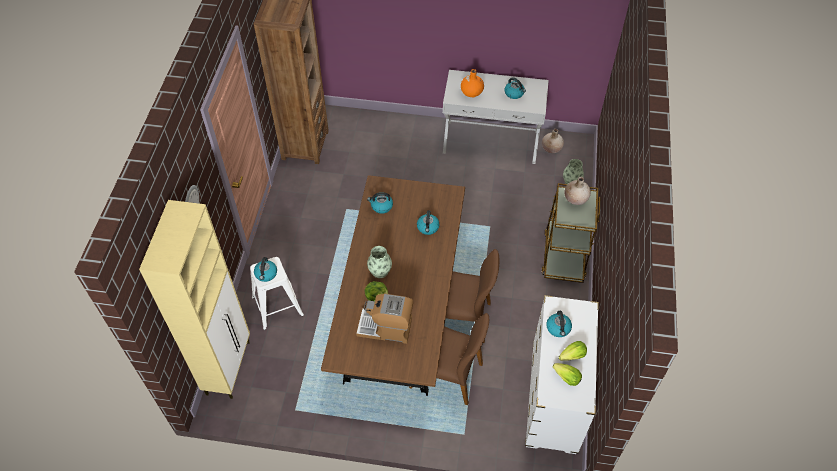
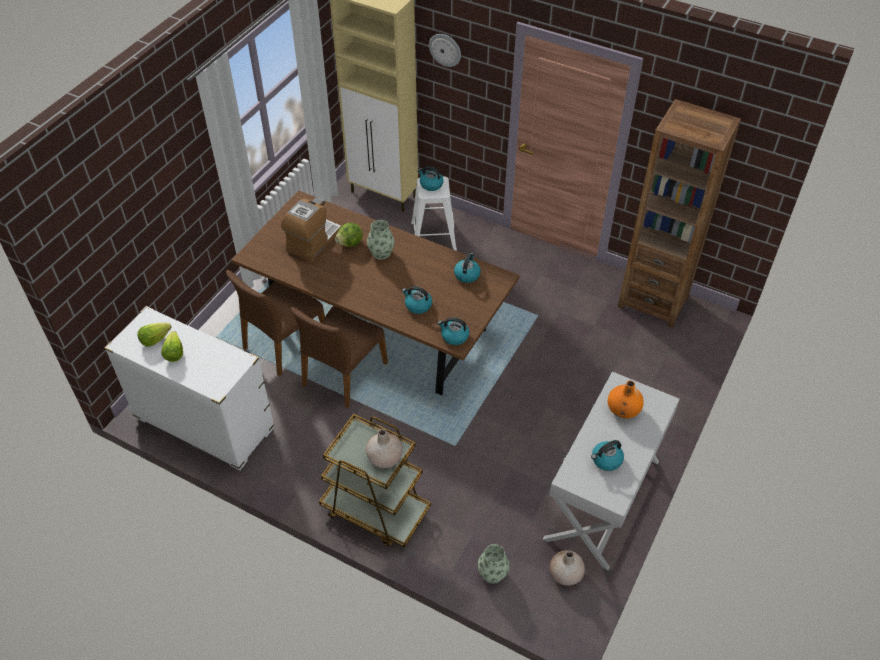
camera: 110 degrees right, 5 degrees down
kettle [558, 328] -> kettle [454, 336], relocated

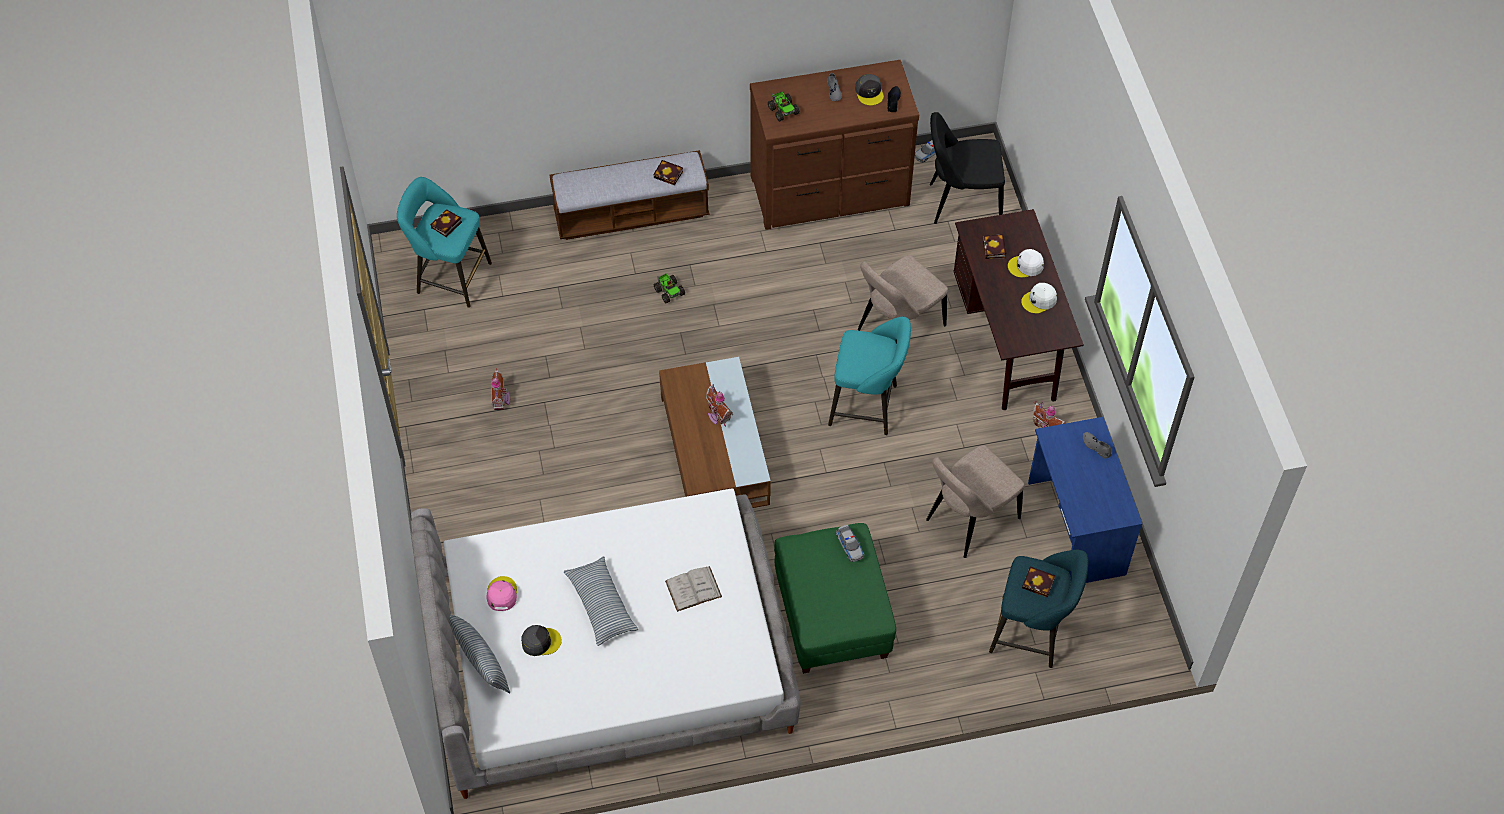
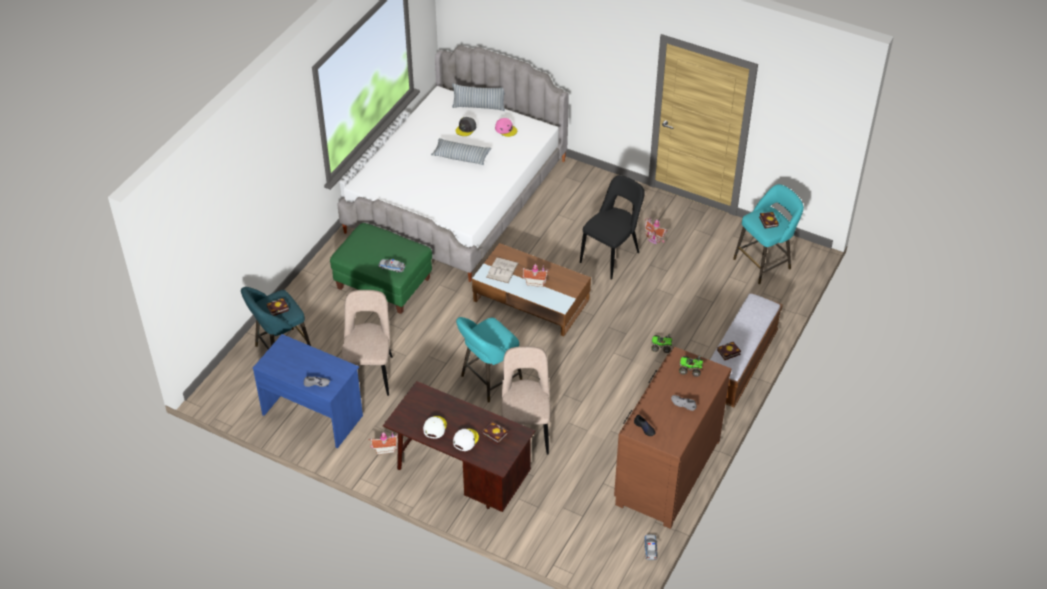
camera: 130 degrees right, 10 degrees down
grey peaked cap [869, 92] -> none
white bound book [693, 589] -> white bound book [502, 270], relocated
blackish upright chair [961, 203] -> blackish upright chair [611, 256], relocated

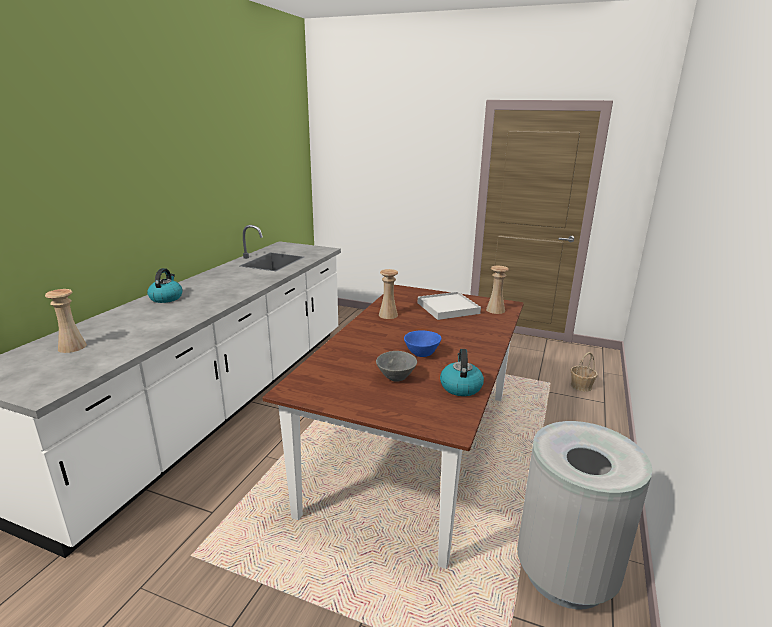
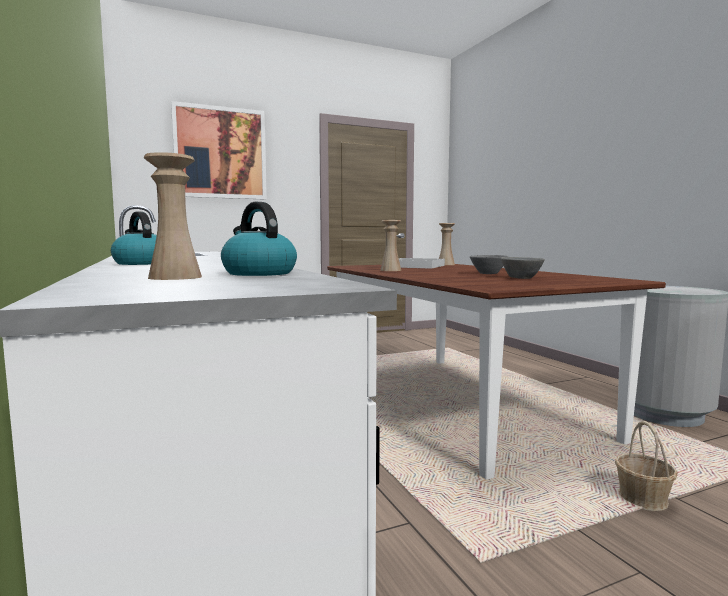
camera: 45 degrees left, 15 degrees down
none -> wall art [220, 153]
kettle [460, 387] -> kettle [258, 273], relocated
basket [581, 386] -> basket [642, 498], relocated
blue bowl [421, 353] -> grey bowl [487, 273]

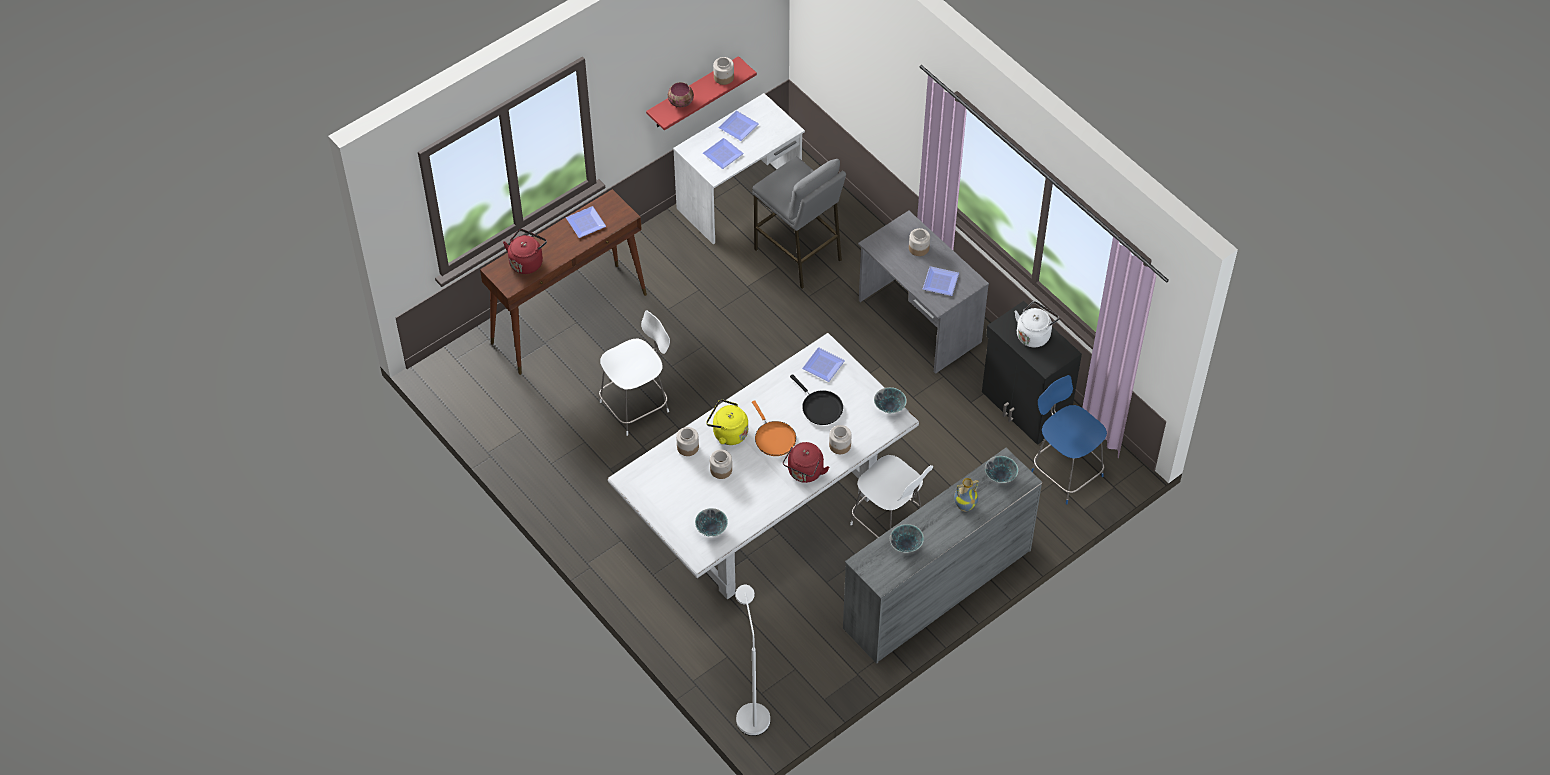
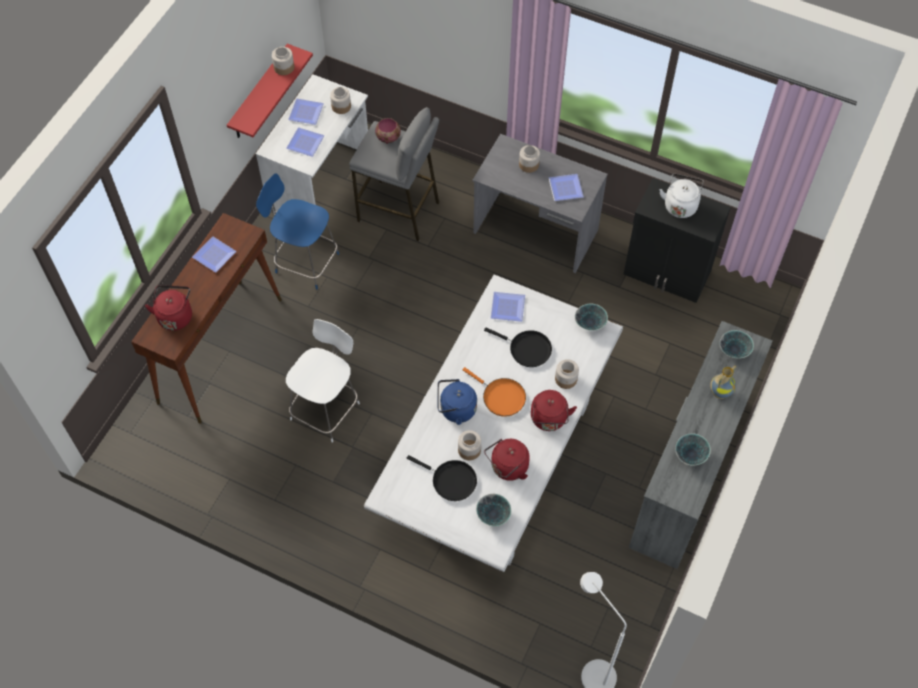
camera: 25 degrees left, 5 degrees up
white upright chair [888, 525] -> none
none -> blackish pan [451, 480]
none -> reddish kettle [507, 468]
bowl [681, 102] -> bowl [388, 137], relocated
storage jar [687, 447] -> storage jar [341, 106], relocated
blue upright chair [1065, 472] -> blue upright chair [305, 262], relocated
yellowish kettle [728, 433] -> blue kettle [455, 410]

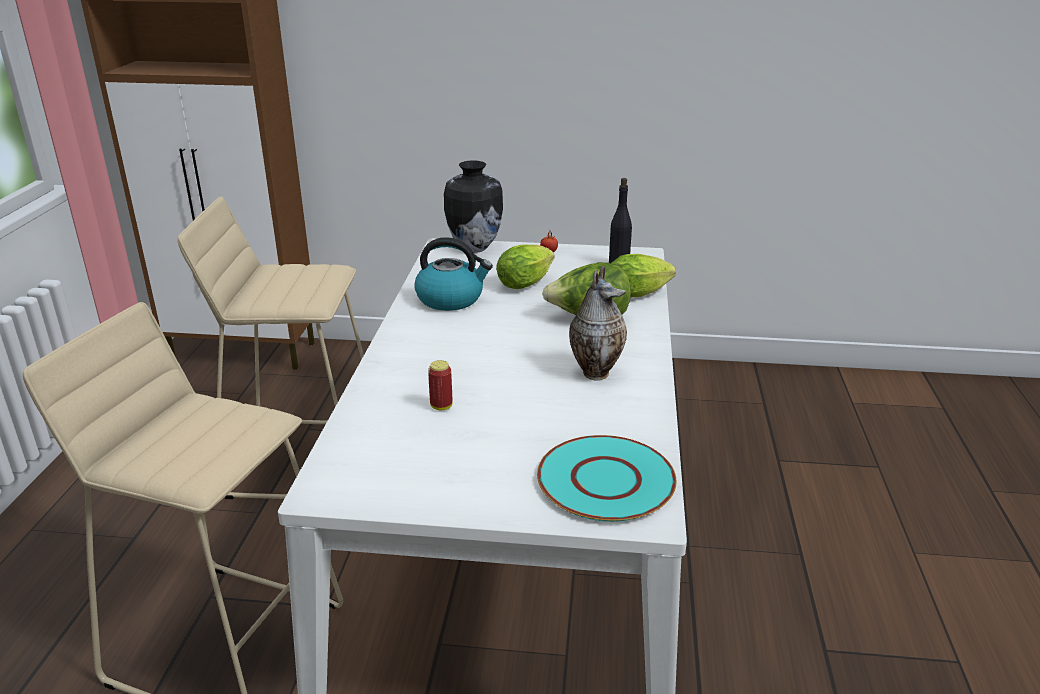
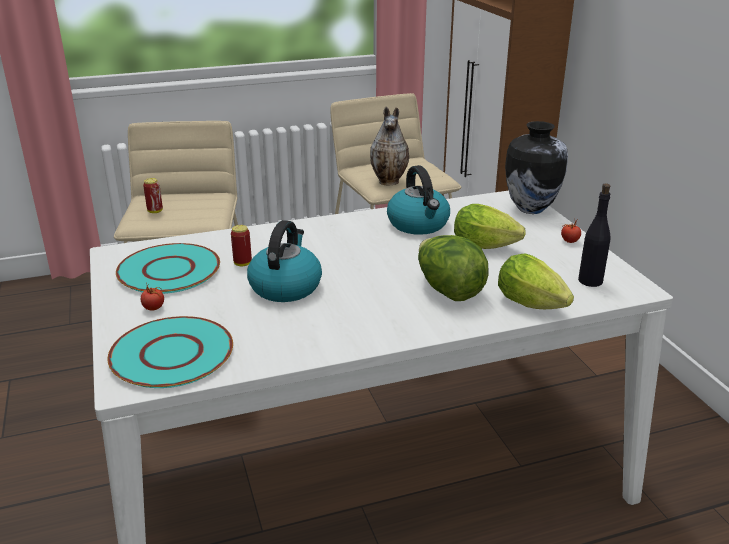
camera: 65 degrees right, 0 degrees up
none -> blue-green plate [169, 270]
none -> fresh tomato [153, 308]
none -> can [155, 211]
none -> kettle [285, 286]
flower vase [596, 371] -> flower vase [390, 181], relocated

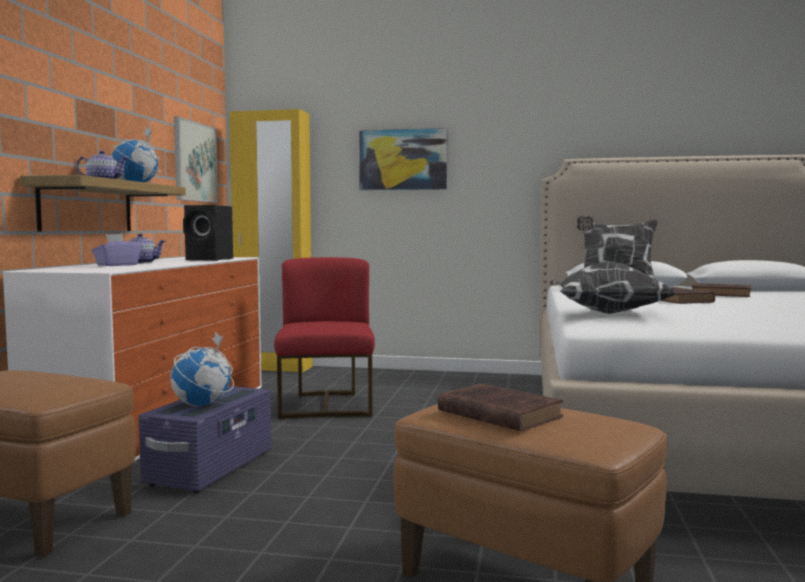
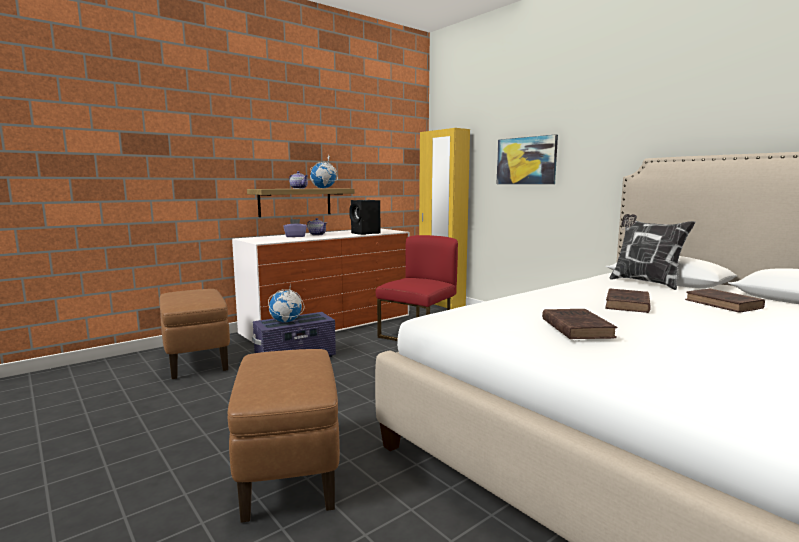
camera: 40 degrees right, 5 degrees up
wall art [195, 162] -> none
cushion [606, 313] -> none
brownish bound book [496, 413] -> brownish bound book [576, 328], relocated

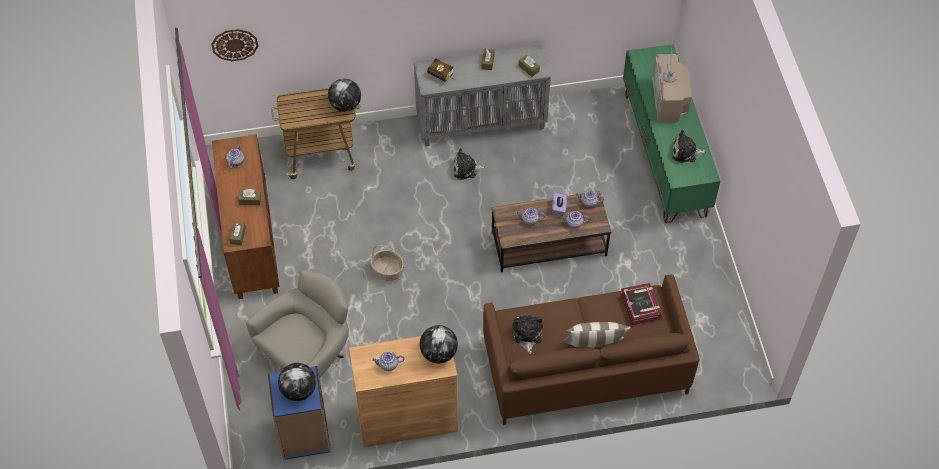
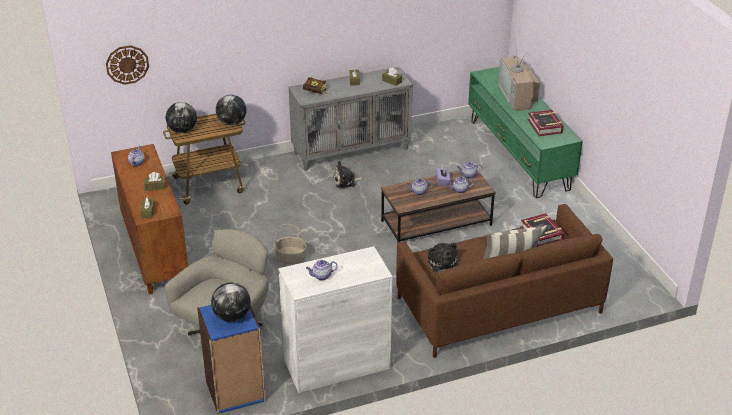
camera: 10 degrees left, 20 degrees down
desk globe [439, 353] -> desk globe [182, 130], relocated
soft toy [686, 152] -> bound book [545, 126]
brownish cupboard [407, 418] -> white cupboard [337, 364]

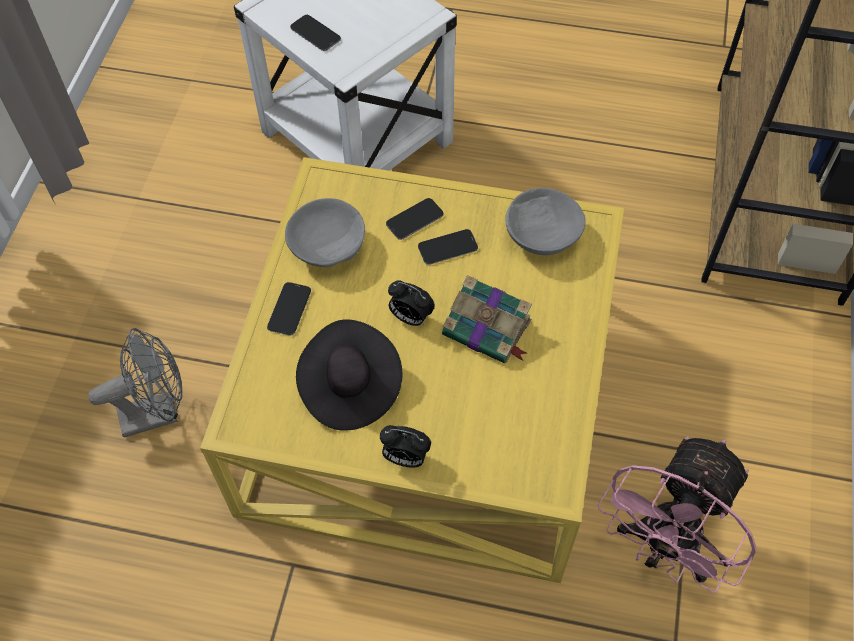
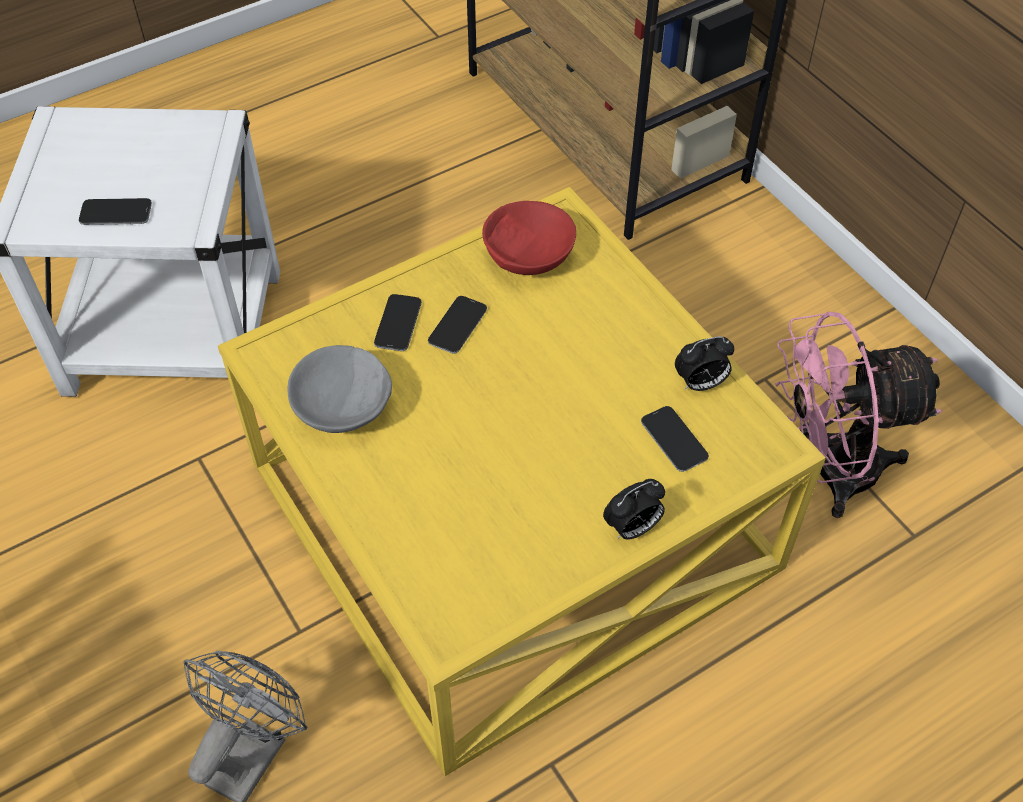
camera: 45 degrees left, 5 degrees down
blackish clothing hat [350, 387] -> none
bound book [488, 329] -> none
handset [289, 309] -> handset [674, 439], relocated
alarm clock [410, 317] -> alarm clock [700, 384], relocated
grey bowl [541, 237] -> reddish bowl [529, 258]
pink fan [663, 548] -> pink fan [828, 471], 90 degrees clockwise

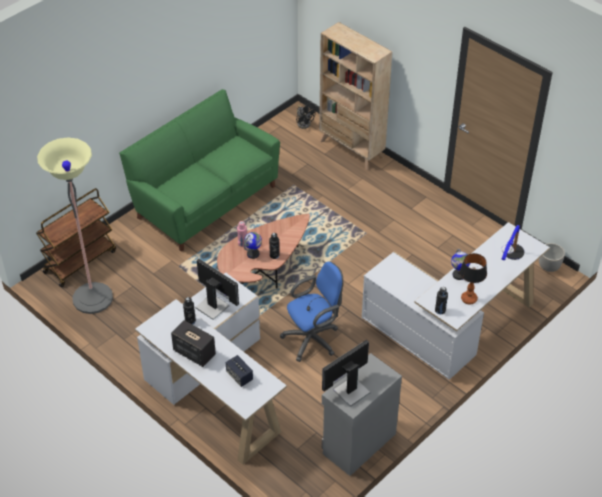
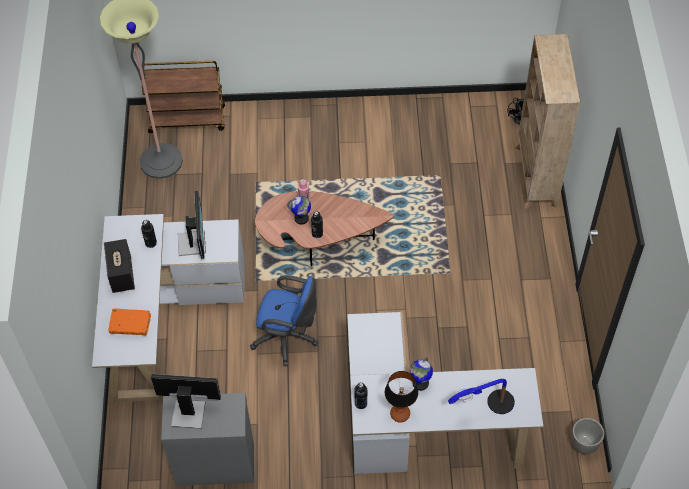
camera: 45 degrees right, 10 degrees up
greenish sofa [205, 201] -> none
audio speaker [239, 376] -> orange bound book [130, 324]

